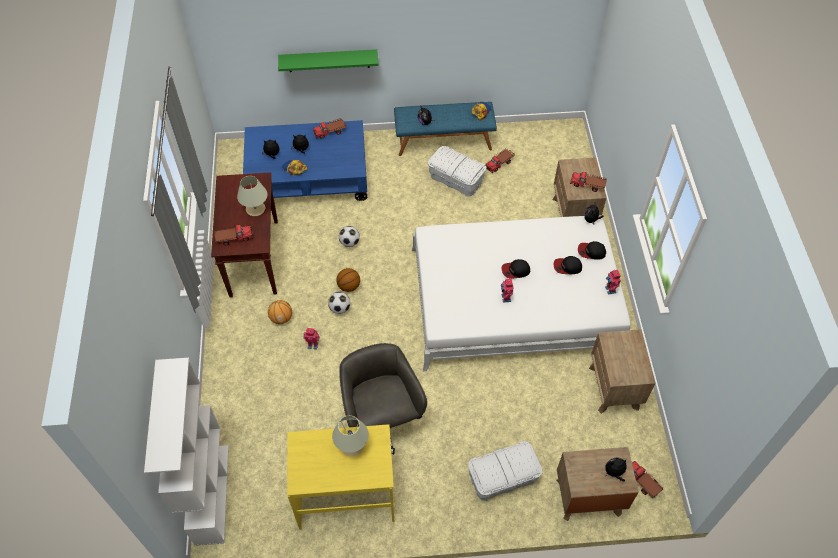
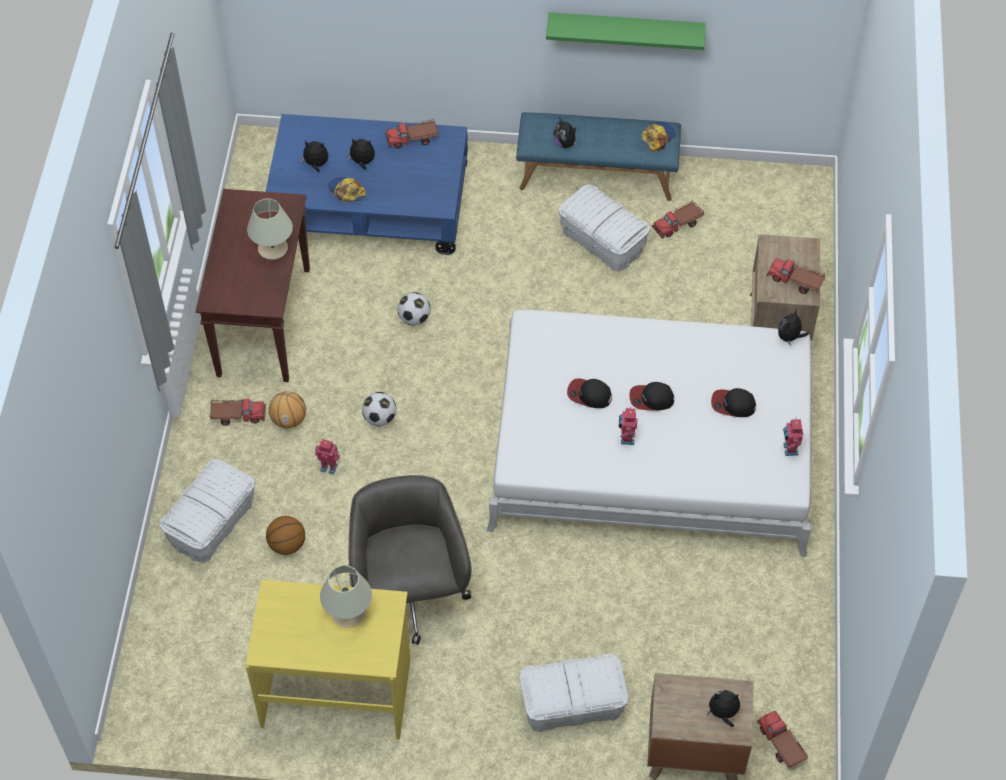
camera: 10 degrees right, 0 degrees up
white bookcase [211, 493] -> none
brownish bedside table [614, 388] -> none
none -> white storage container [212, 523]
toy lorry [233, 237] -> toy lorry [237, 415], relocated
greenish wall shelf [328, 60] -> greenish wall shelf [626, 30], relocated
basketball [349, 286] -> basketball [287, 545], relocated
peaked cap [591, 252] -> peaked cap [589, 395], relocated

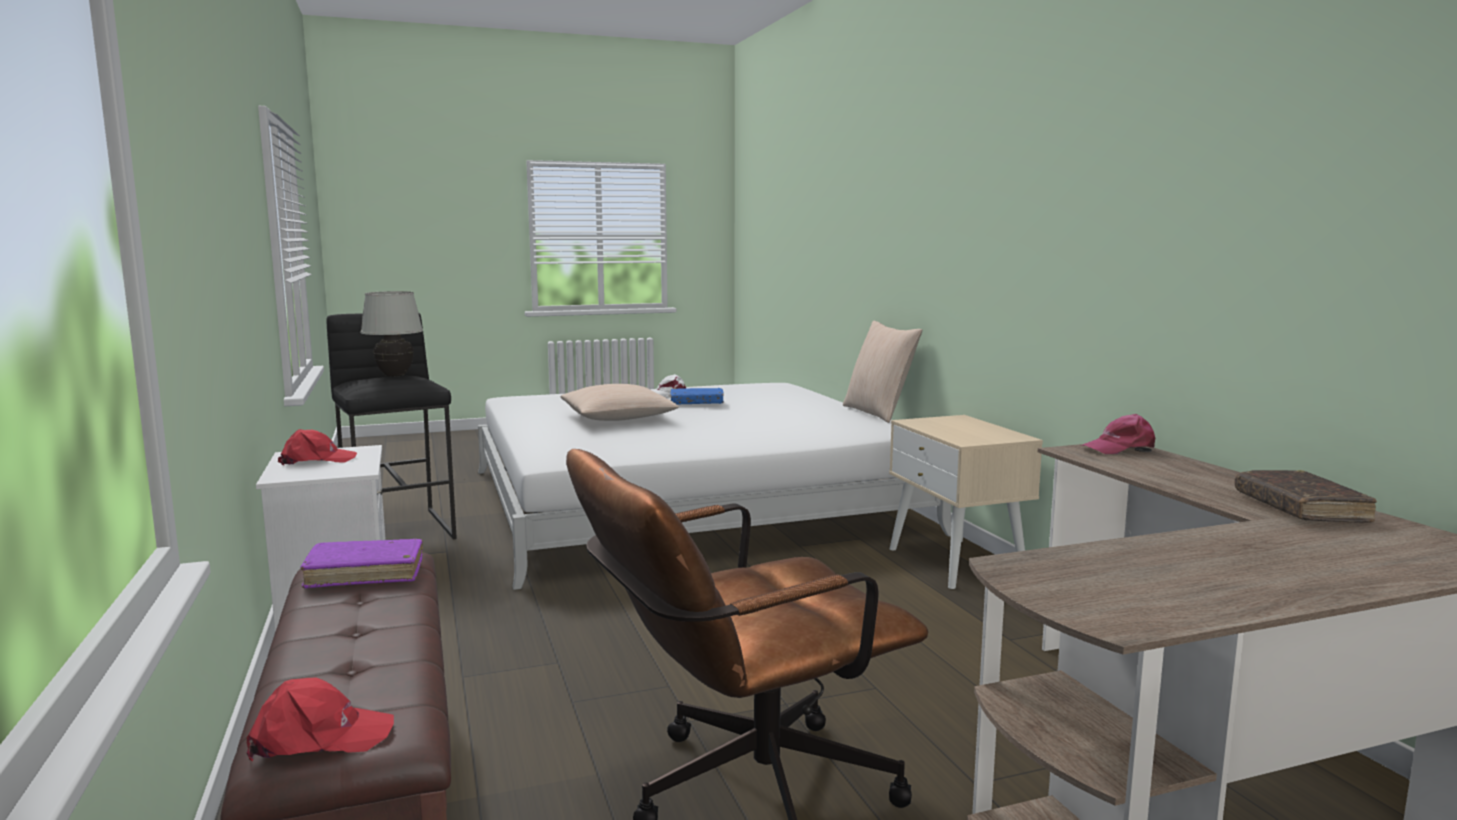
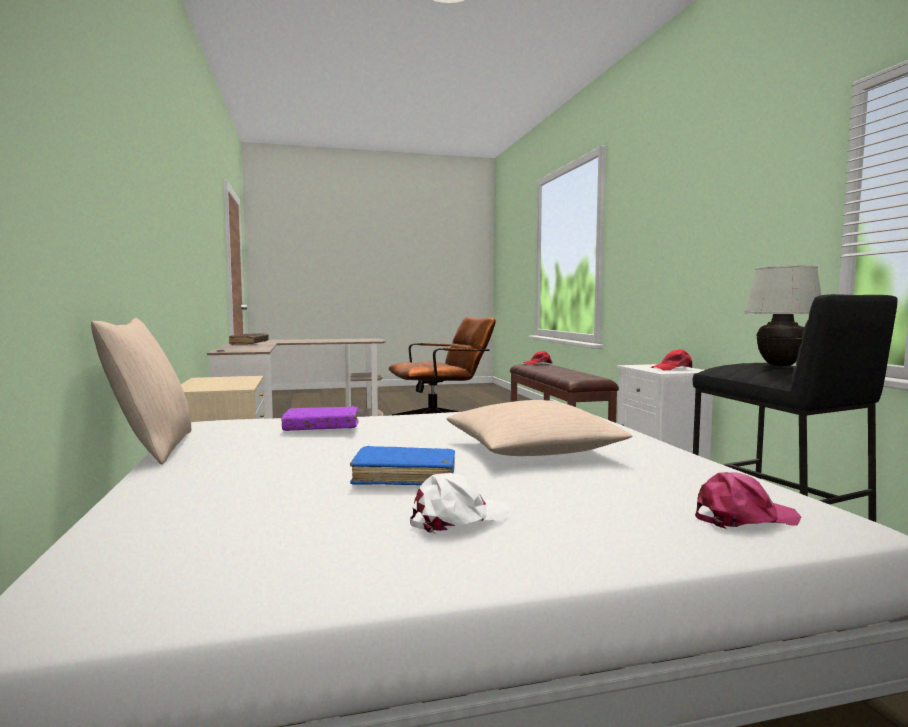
camera: 175 degrees left, 5 degrees down
purplish bound book [365, 574] -> purplish bound book [321, 427], relocated
pink peaked cap [1120, 448] -> pink peaked cap [743, 518], relocated

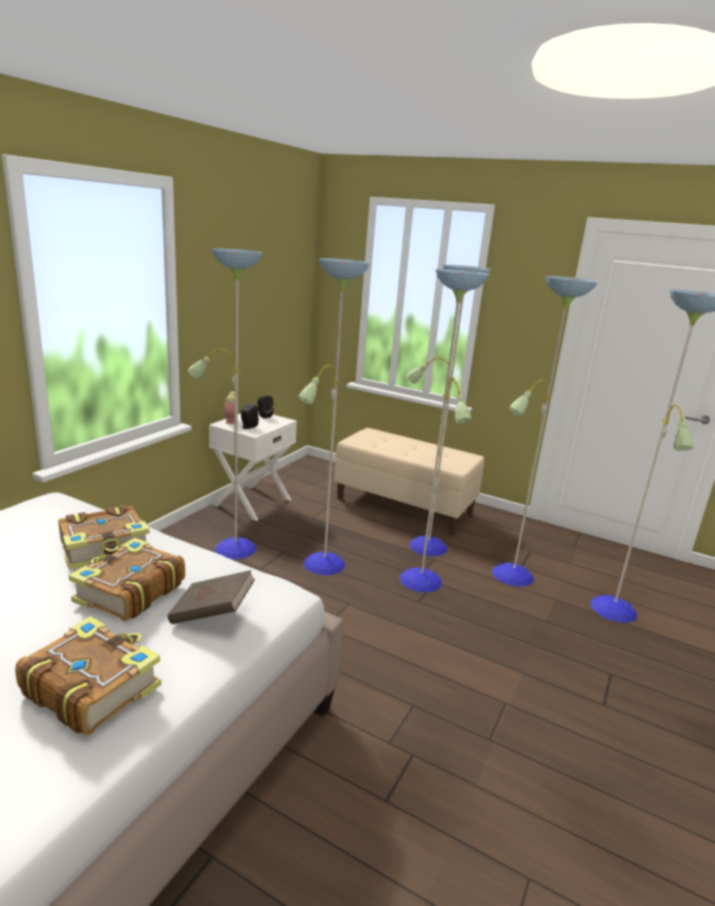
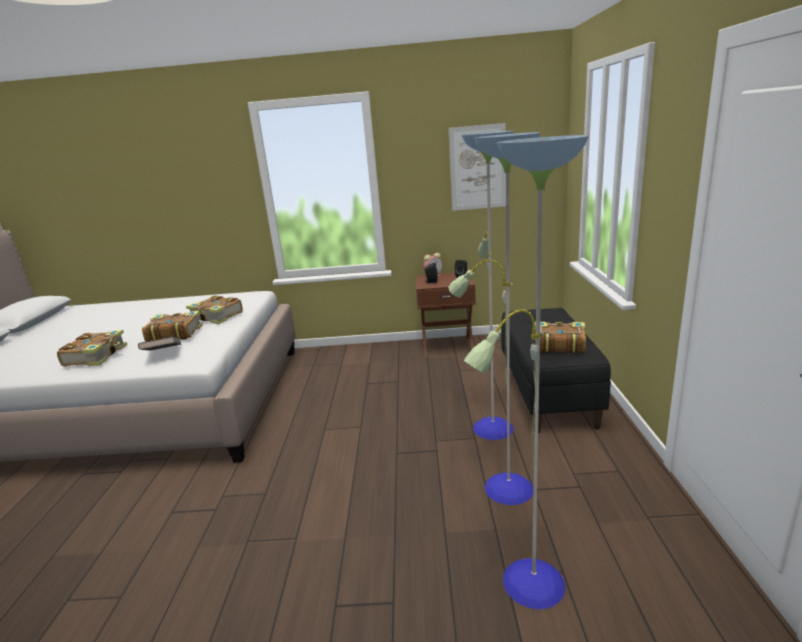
camera: 65 degrees right, 0 degrees up
floor lamp [323, 565] -> none
none -> wall art [477, 168]
none -> bound book [558, 345]
white bedside table [251, 502] -> brownish bedside table [447, 346]
sand-coloured indoor bench [404, 506] -> blackish indoor bench [548, 394]

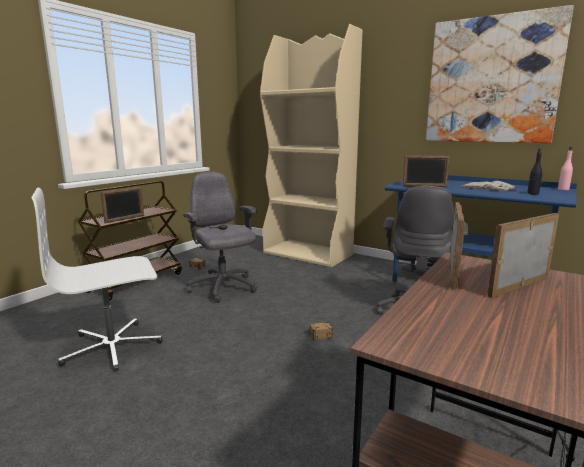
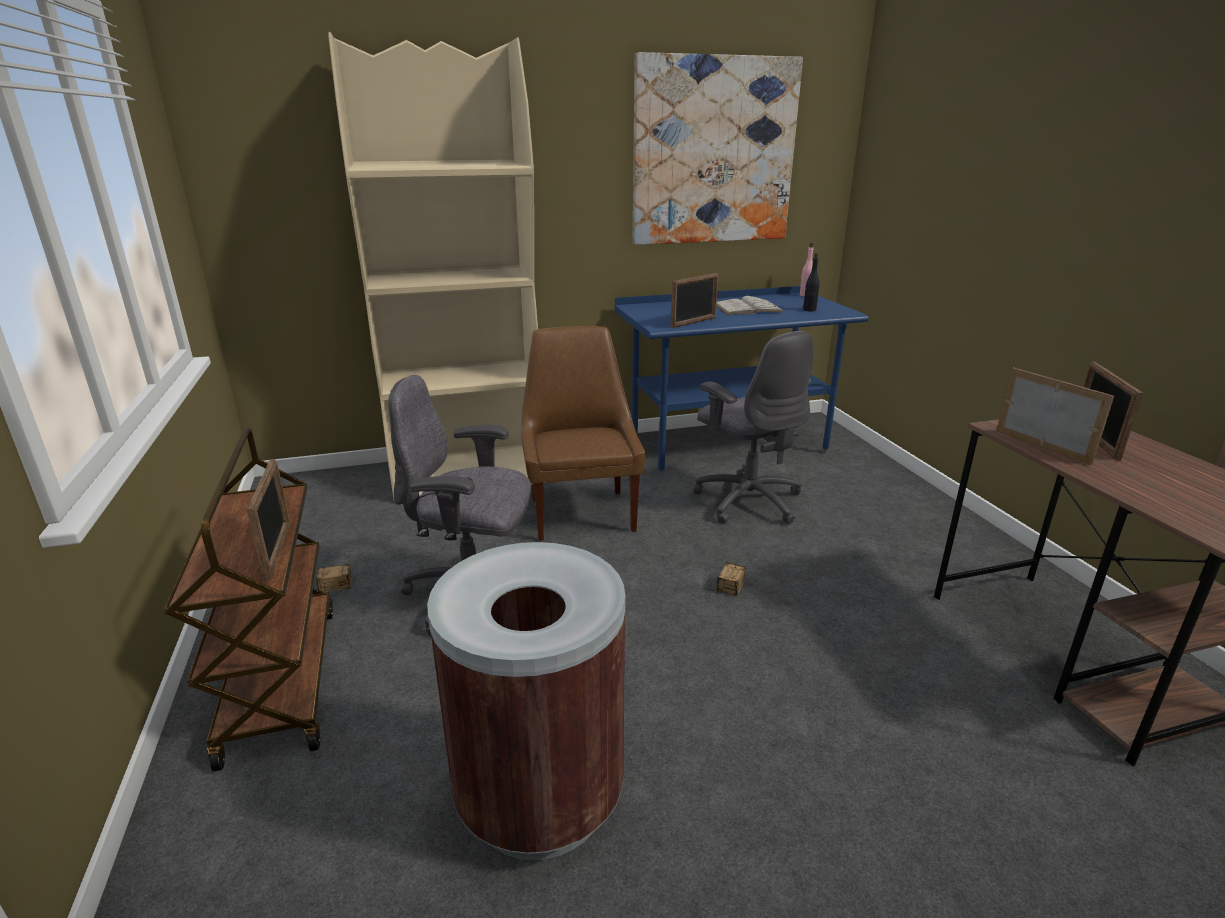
camera: 50 degrees left, 10 degrees up
none -> brownish upright chair [581, 512]
white computer chair [112, 347] -> brownish waste bin [539, 799]

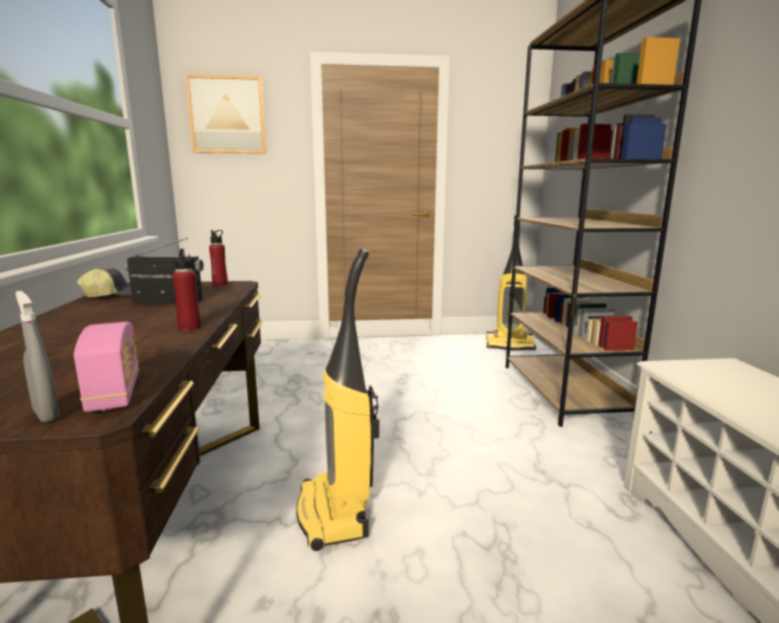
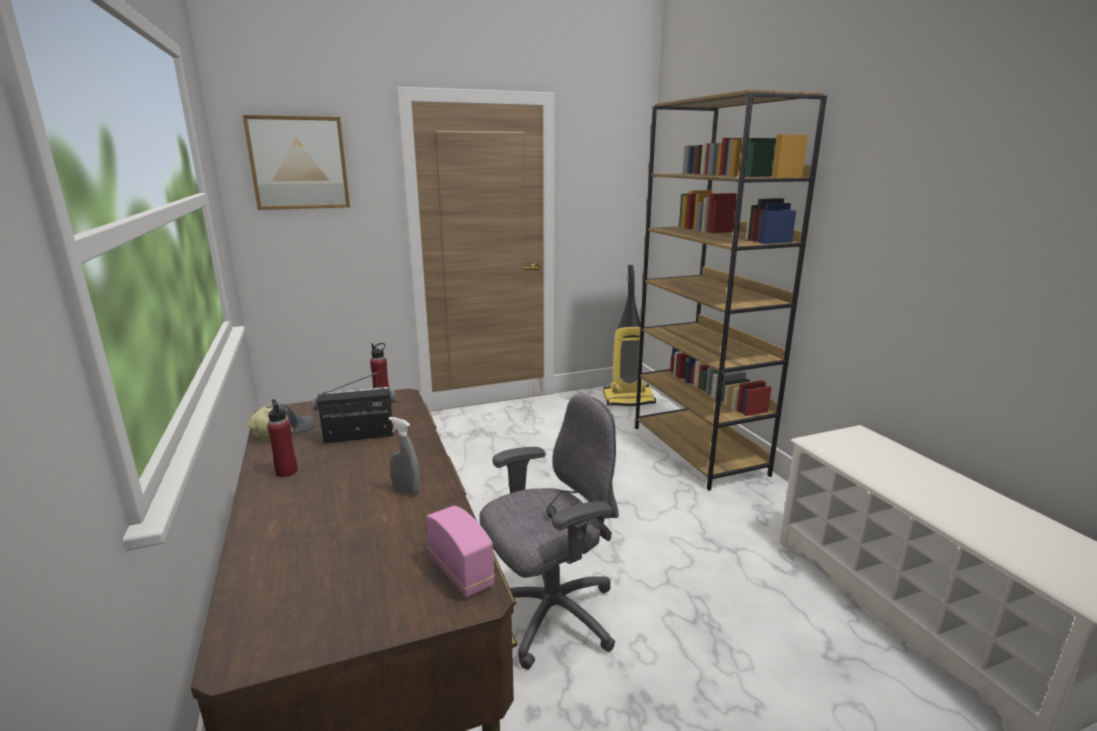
camera: 15 degrees left, 5 degrees up
grey spray bottle [46, 414] -> grey spray bottle [406, 491], relocated
reddish beverage bottle [190, 327] -> reddish beverage bottle [286, 471], relocated
hoover [335, 513] -> grey computer chair [550, 616]

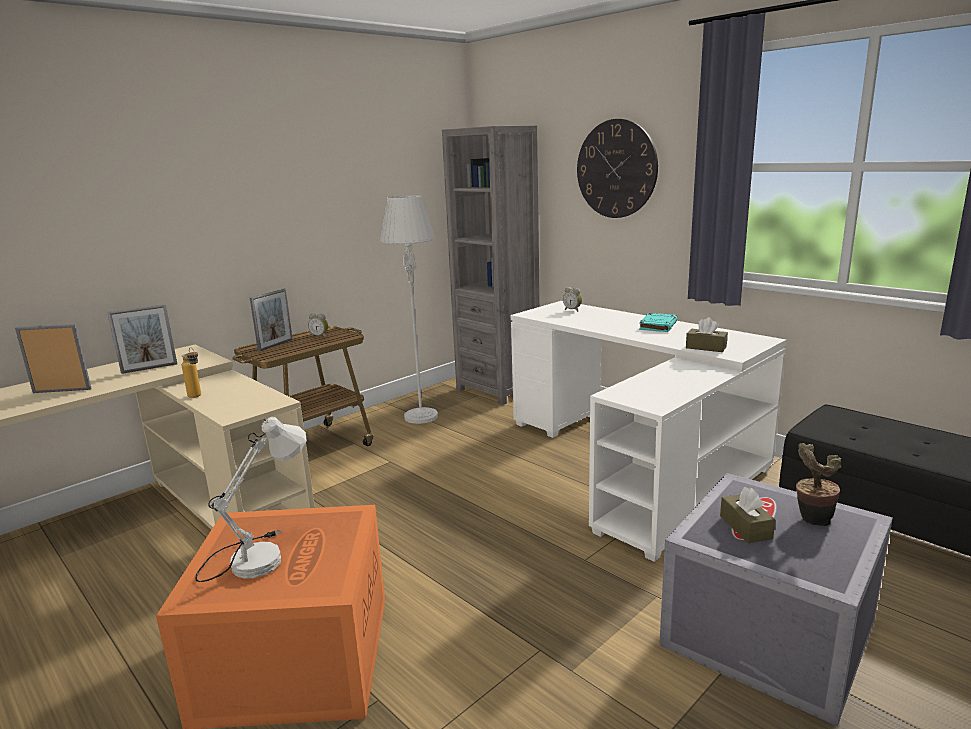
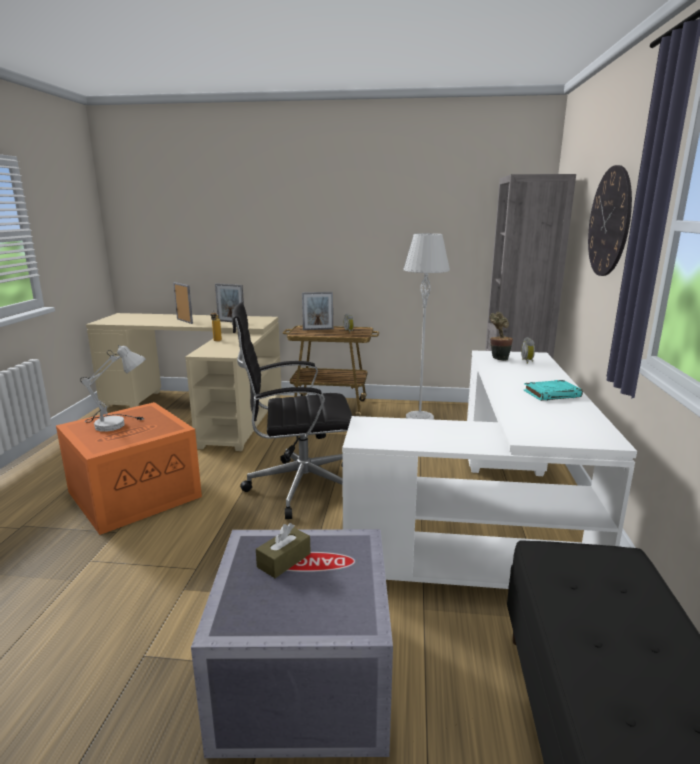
camera: 50 degrees right, 0 degrees up
brownish tissue holder [706, 347] -> none
none -> blackish computer chair [299, 486]
houseplant [811, 520] -> houseplant [498, 358], relocated

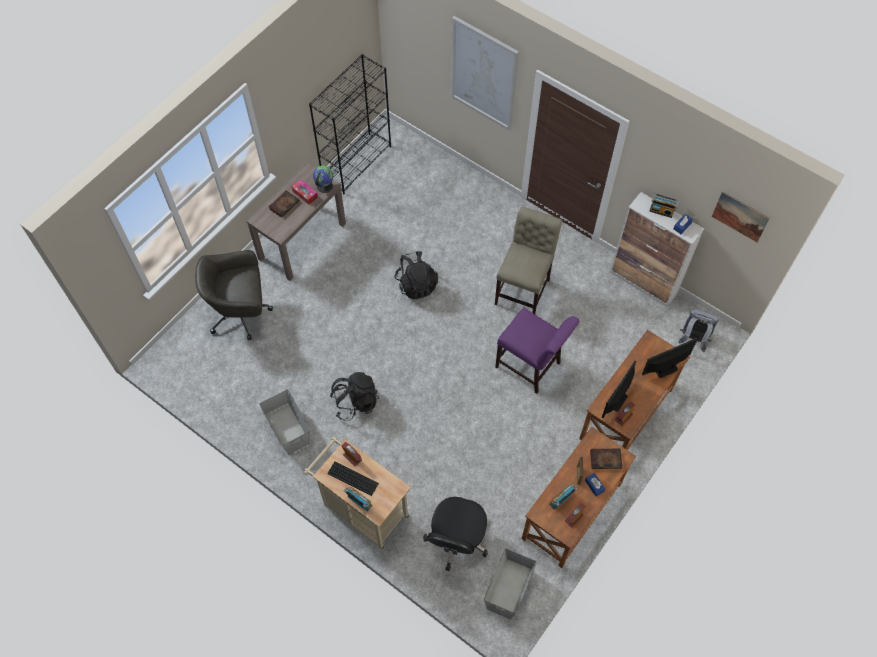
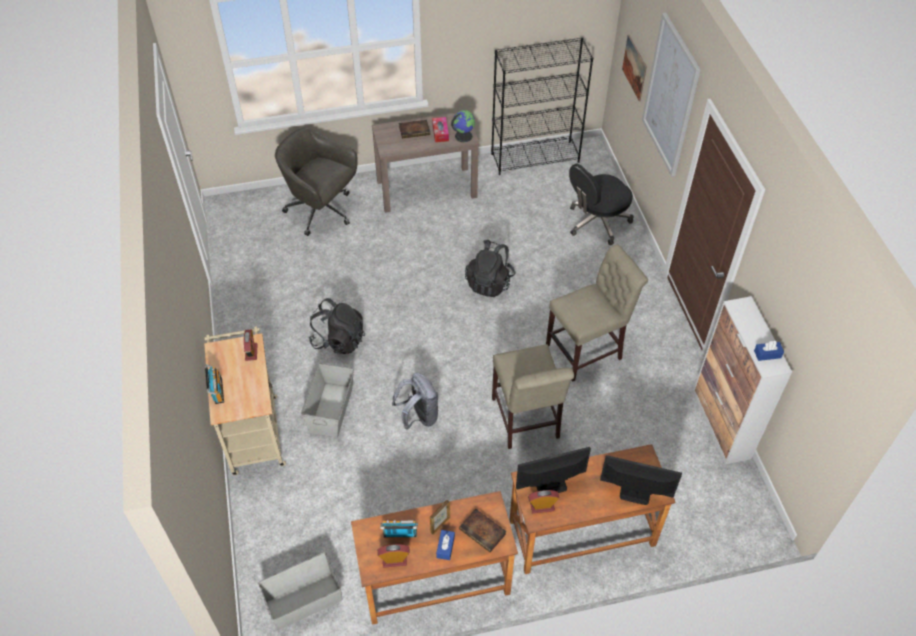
camera: 40 degrees right, 10 degrees down
PC keyboard [353, 478] -> none
radio [661, 211] -> none
grey storage container [288, 428] -> grey storage container [332, 409], relocated
blackish computer chair [457, 539] -> blackish computer chair [597, 222], relocated
grey rucksack [693, 339] -> grey rucksack [418, 417], relocated
wall art [740, 216] -> wall art [634, 68], relocated
purplish upright chair [530, 367] -> sand-coloured upright chair [526, 422]

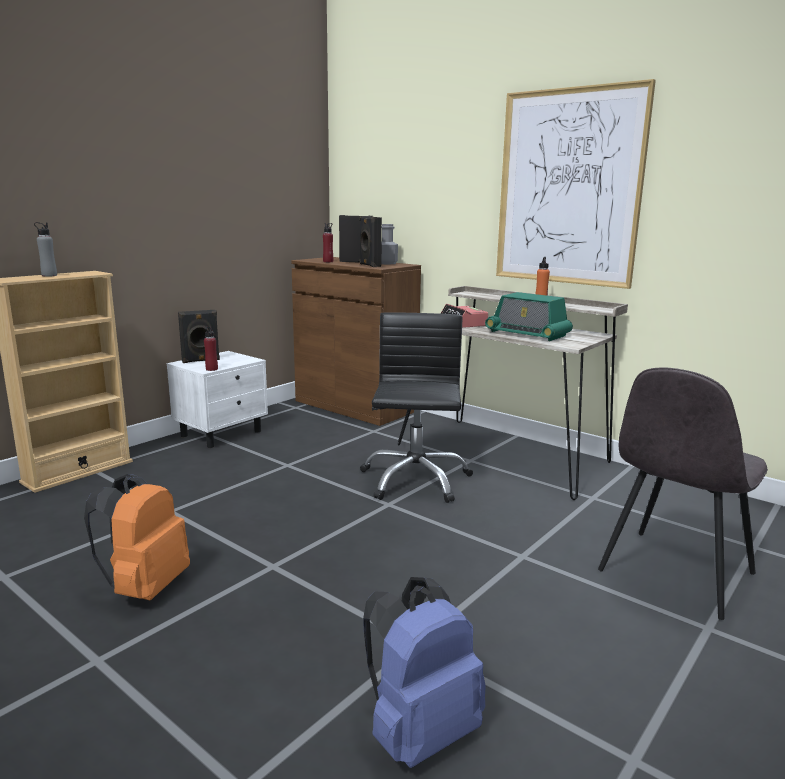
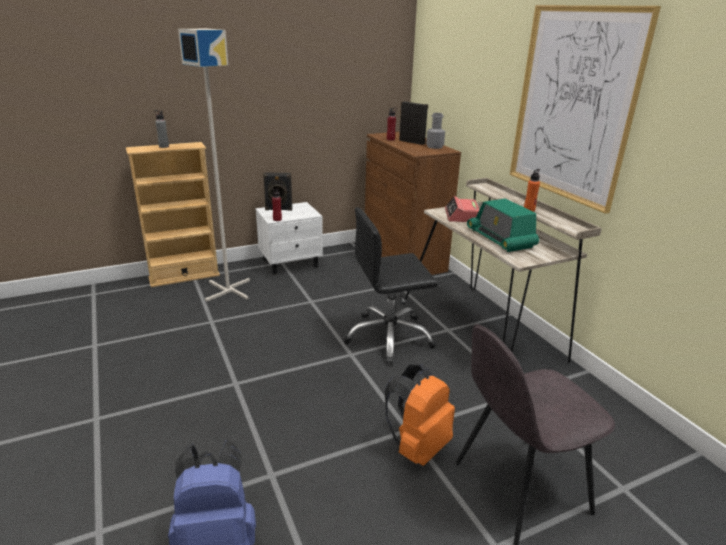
camera: 25 degrees right, 10 degrees up
blackish audio speaker [369, 265] -> none
none -> grey floor lamp [228, 290]
orange rucksack [145, 587] -> orange rucksack [417, 446], relocated
blackish computer chair [415, 479] -> blackish computer chair [389, 337], 135 degrees counterclockwise

